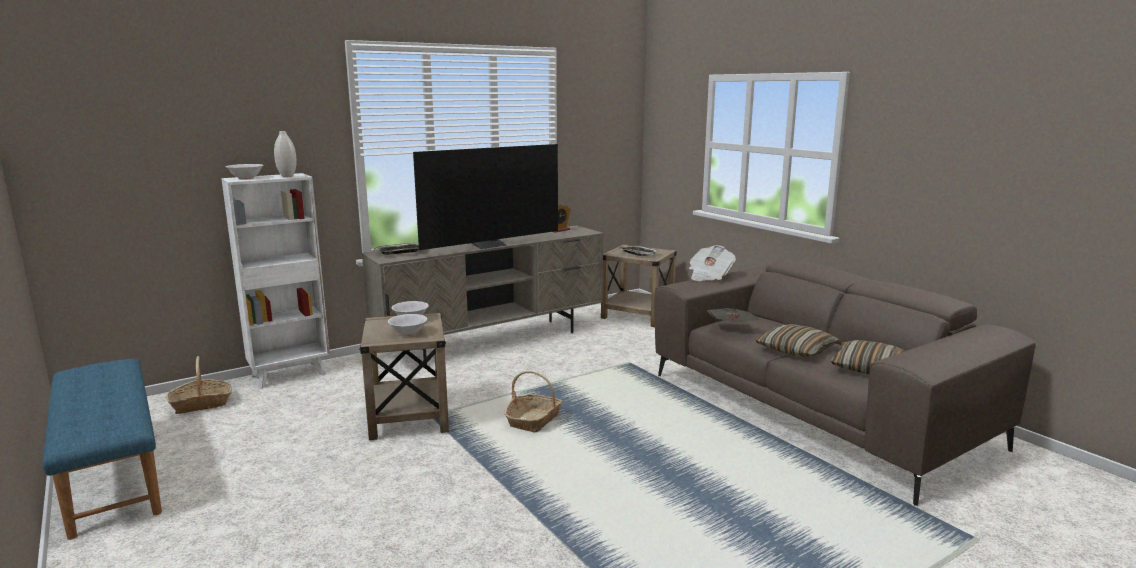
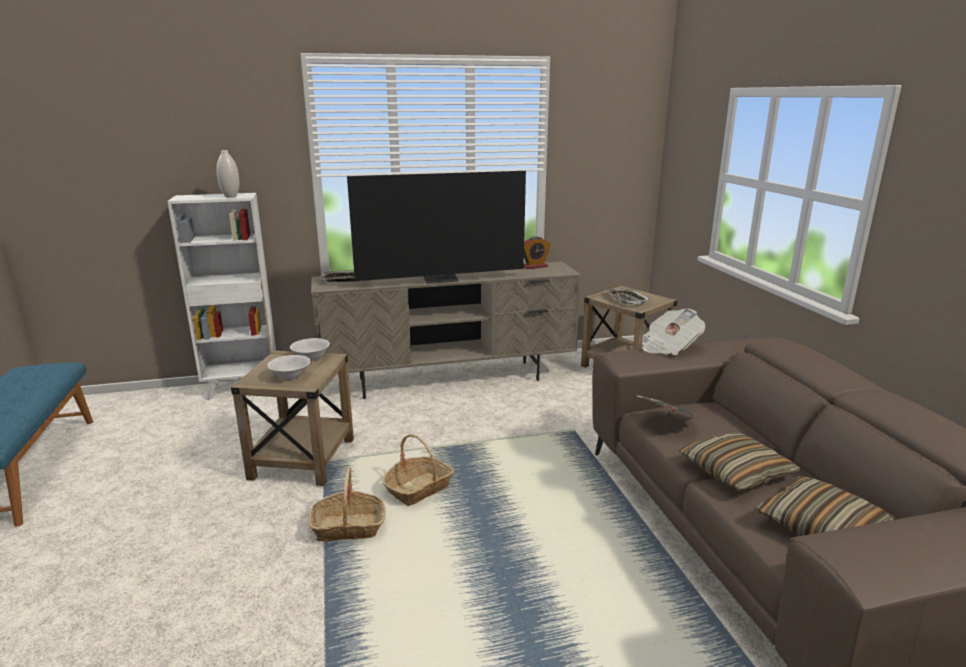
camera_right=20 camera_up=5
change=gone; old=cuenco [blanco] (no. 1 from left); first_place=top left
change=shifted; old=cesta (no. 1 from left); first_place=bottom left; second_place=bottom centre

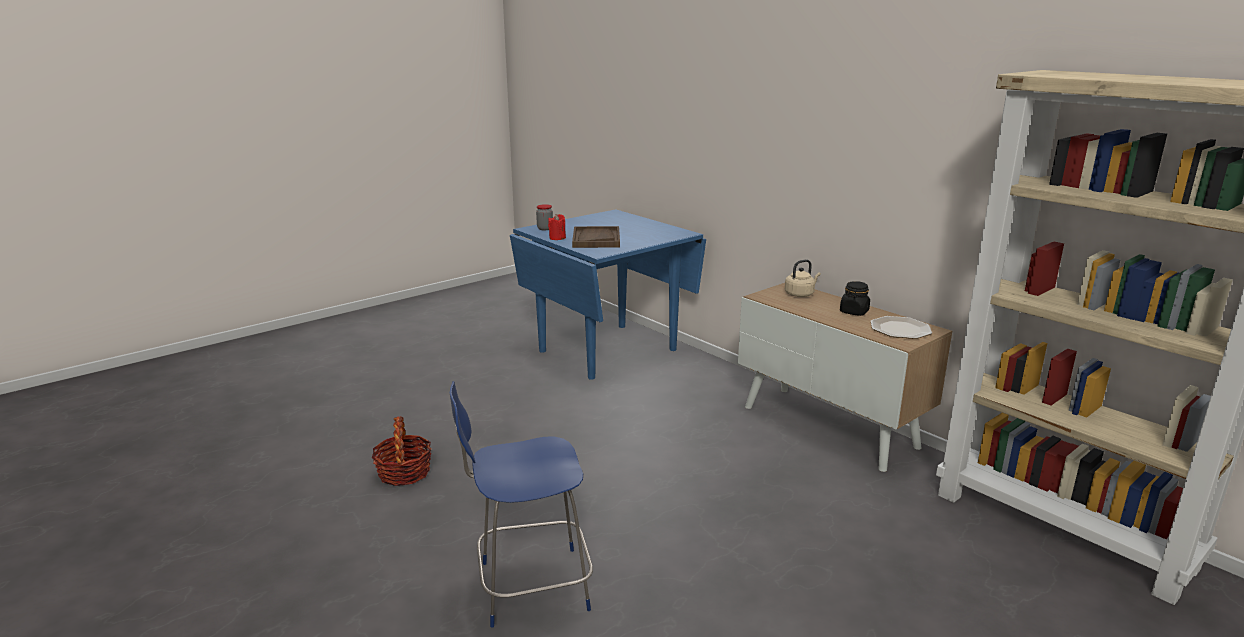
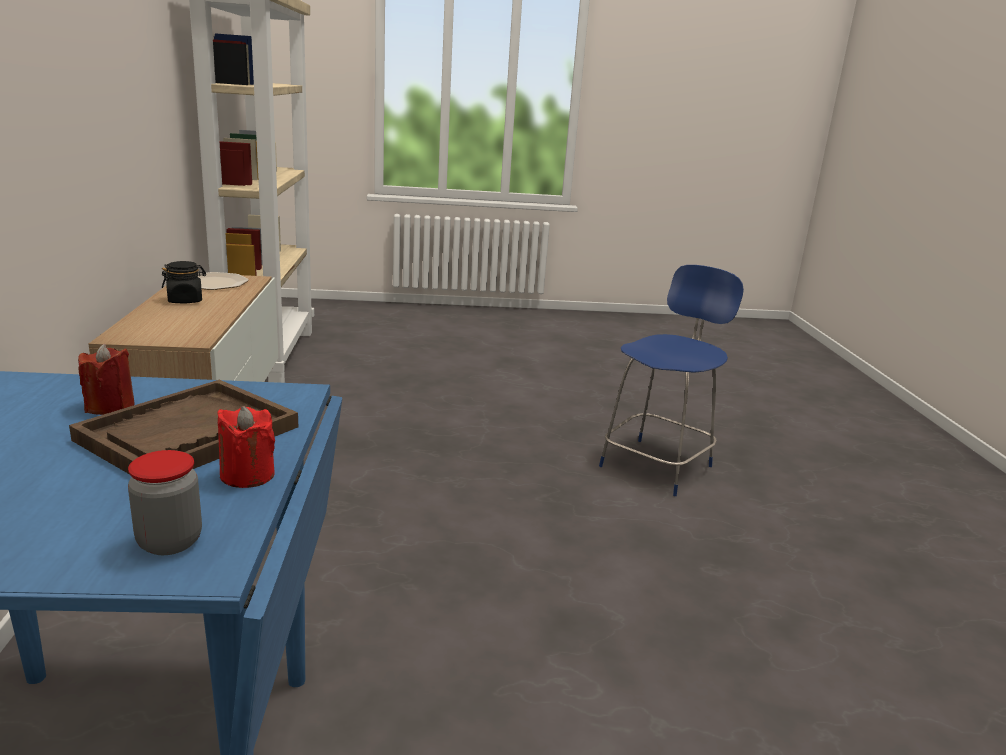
camera_right=-145 camera_up=0
change=gone; old=cesta; first_place=bottom left
change=gone; old=hervidor [beis]; first_place=centre
change=new; new=vela [rojo] (no. 1 from left); second_place=middle left
change=rotated; old=silla [azul]; first_place=bottom centre; second_place=middle right; degrees=-75

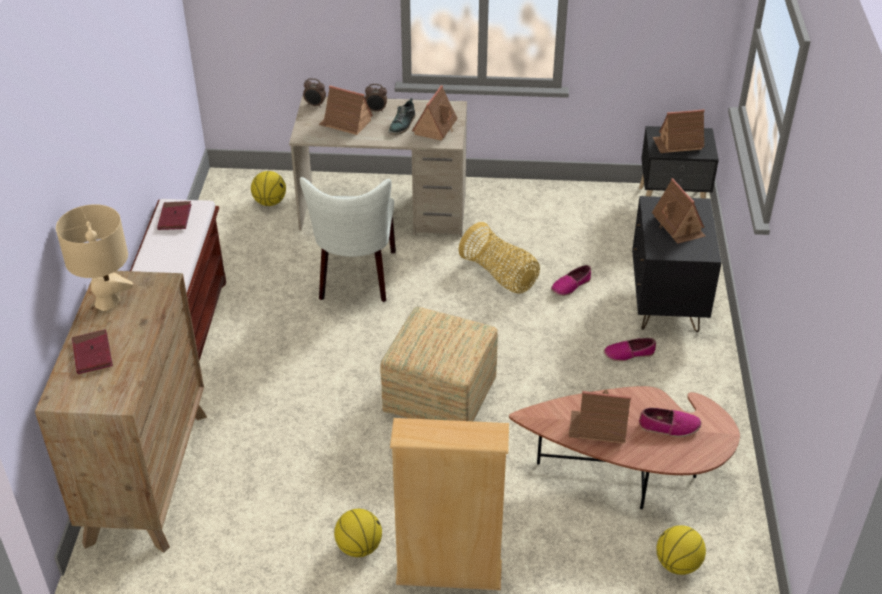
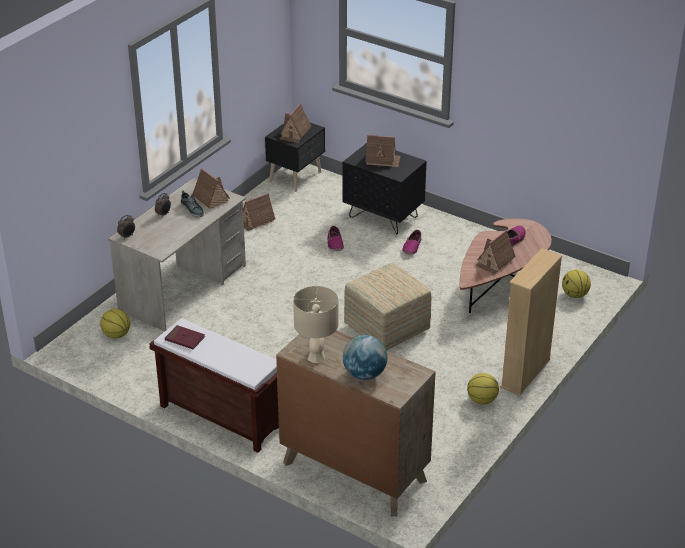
camera_right=-60 camera_up=-5
change=gone; old=silla [blanco]; first_place=centre
change=gone; old=cesta; first_place=centre
change=shifted; old=casita (no. 1 from left in the first image); new=casita (no. 2 from left); first_place=top centre; second_place=centre
change=swapped; old=libro [rojo] (no. 1 from left); new=globo terráqueo; first_place=middle left; second_place=centre

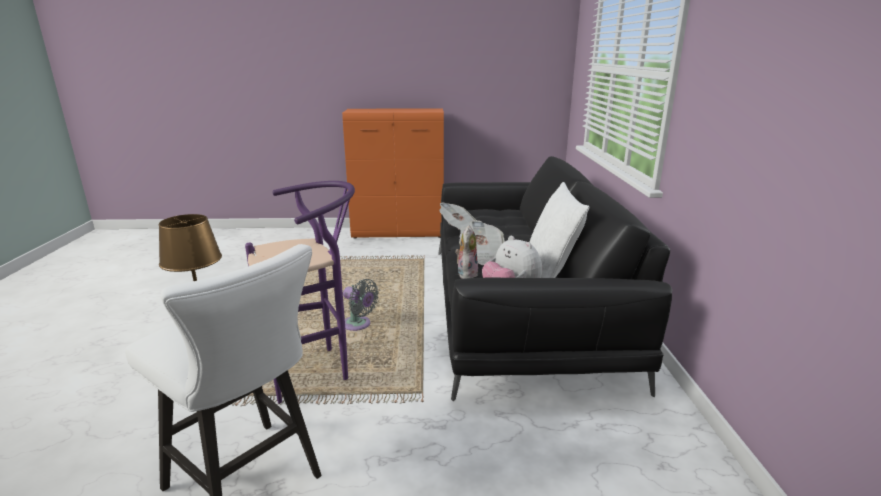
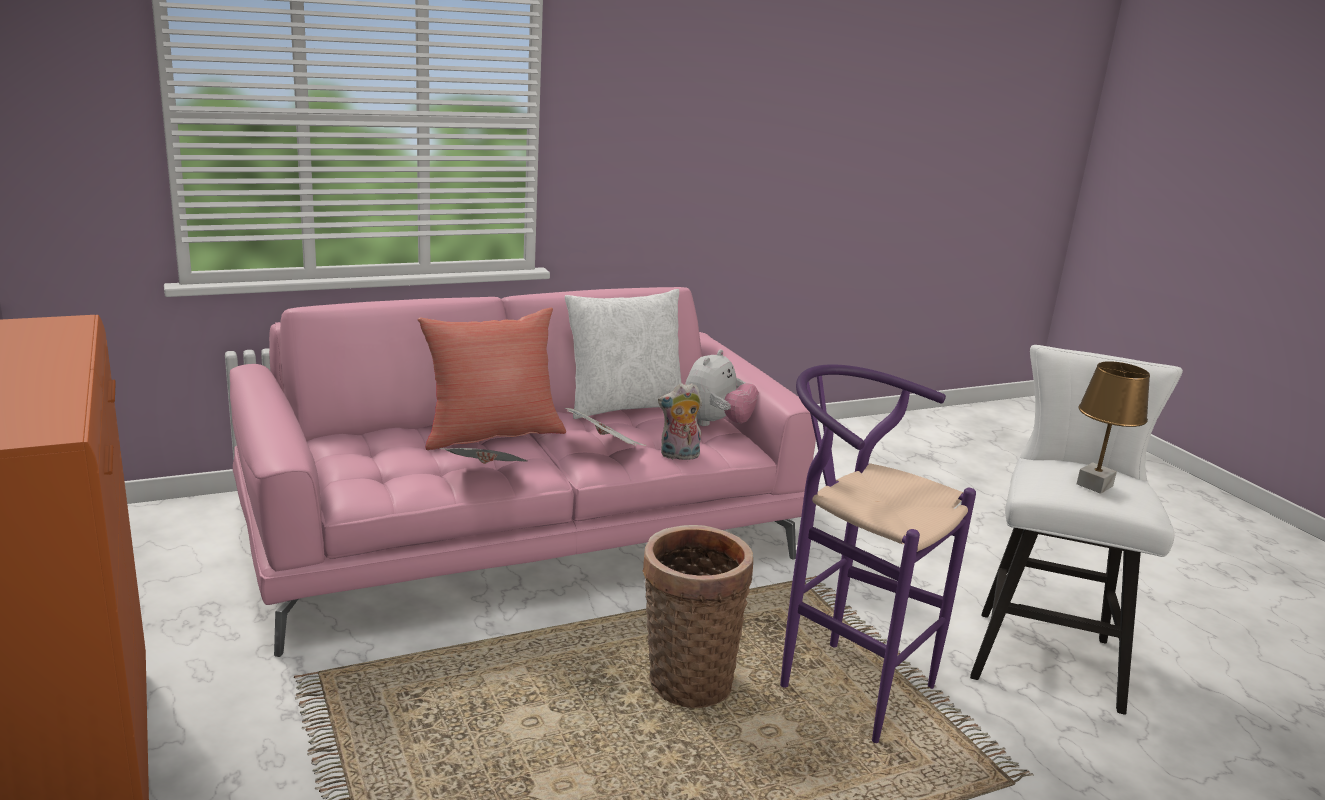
camera_right=-115 camera_up=0
change=new; new=cojín [rojo]; second_place=centre
change=swapped; old=ventilador [gris]; new=cesta; first_place=centre; second_place=bottom centre
change=repainted; old=sofá [negro]; new=sofá [rosa]; first_place=centre; second_place=centre

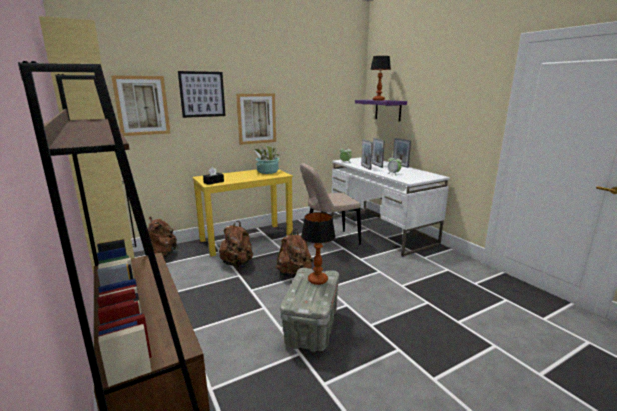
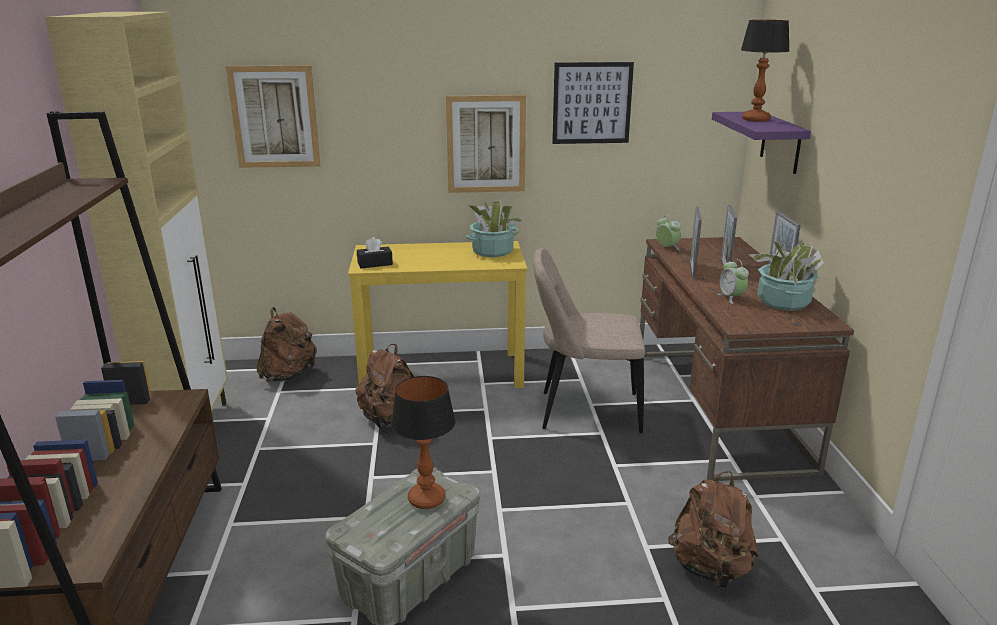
camera_right=25 camera_up=5
change=new; new=planta en maceta (no. 2 from left); second_place=middle right
change=shifted; old=cuadro (no. 2 from left in the first image); new=cuadro (no. 3 from left); first_place=top left; second_place=top centre
change=shifted; old=mochila [marrón] (no. 3 from left); first_place=centre; second_place=bottom right
change=repainted; old=escritorio [blanco]; new=escritorio [marrón]; first_place=centre; second_place=middle right

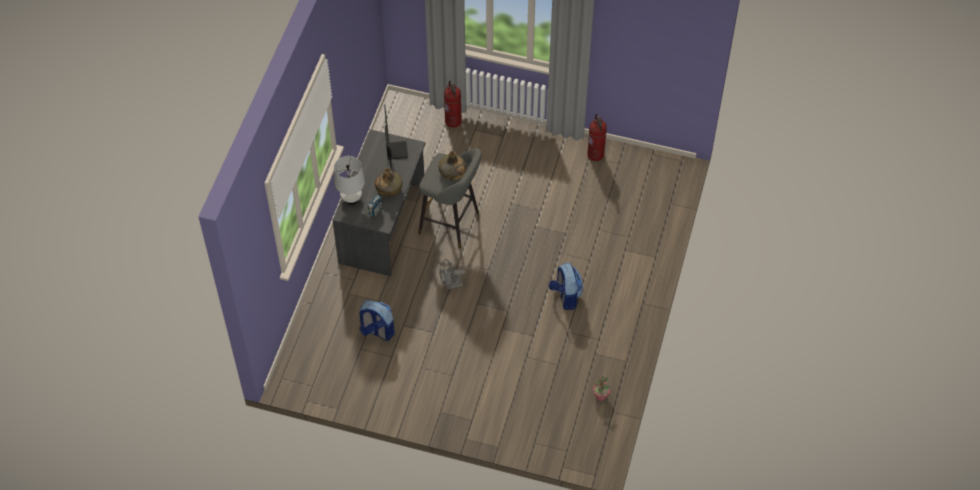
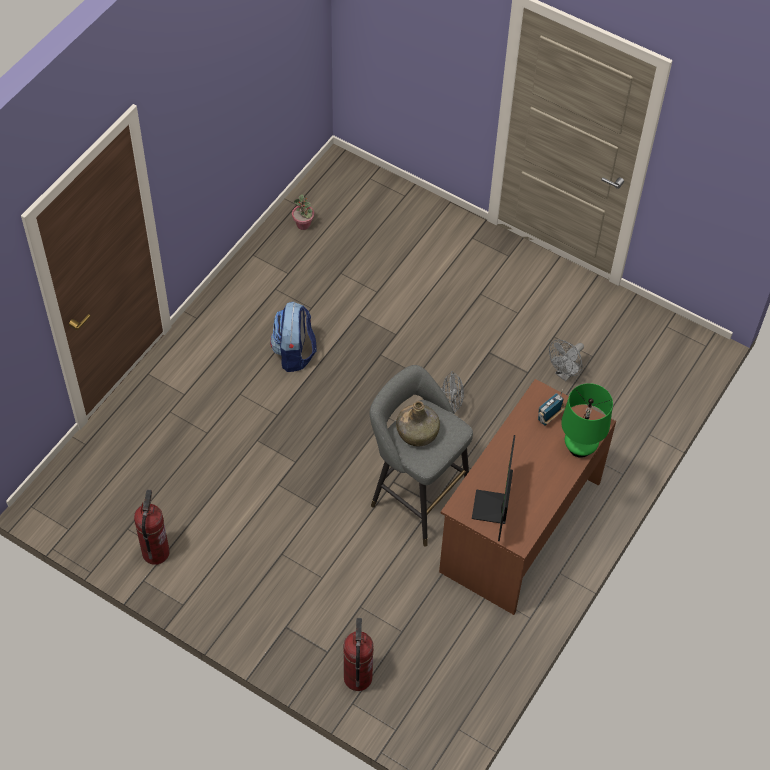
camera_right=-165 camera_up=0
change=gone; old=botella [verde] (no. 1 from left); first_place=centre
change=swapped; old=mochila (no. 1 from left); new=ventilador [gris] (no. 2 from left); first_place=centre; second_place=middle right
change=repainted; old=escritorio [gris]; new=escritorio [marrón]; first_place=centre; second_place=middle right
change=repainted; old=lámpara de mesa [blanco]; new=lámpara de mesa [verde]; first_place=centre; second_place=middle right

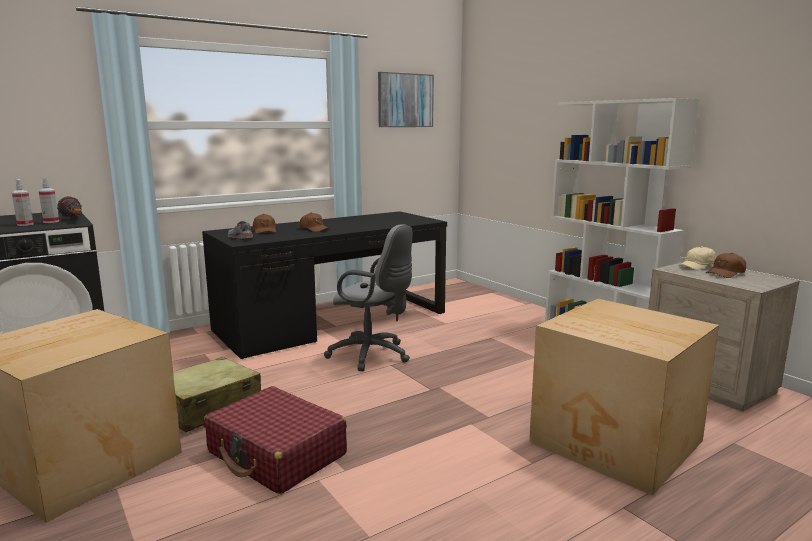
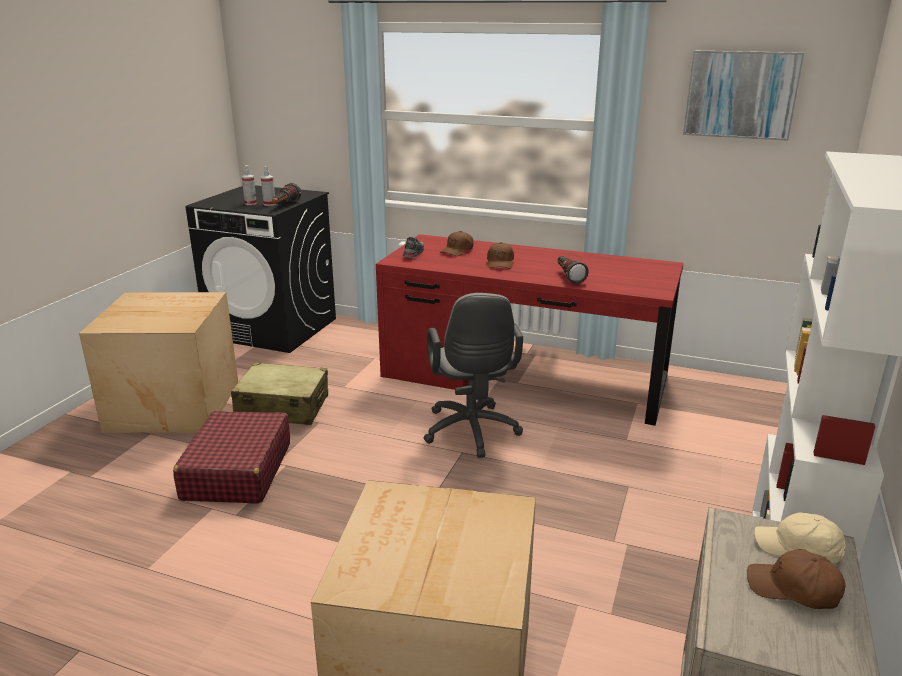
camera_right=55 camera_up=10
change=new; new=linterna (no. 2 from left); second_place=centre
change=repainted; old=escritorio [negro]; new=escritorio [rojo]; first_place=centre; second_place=centre

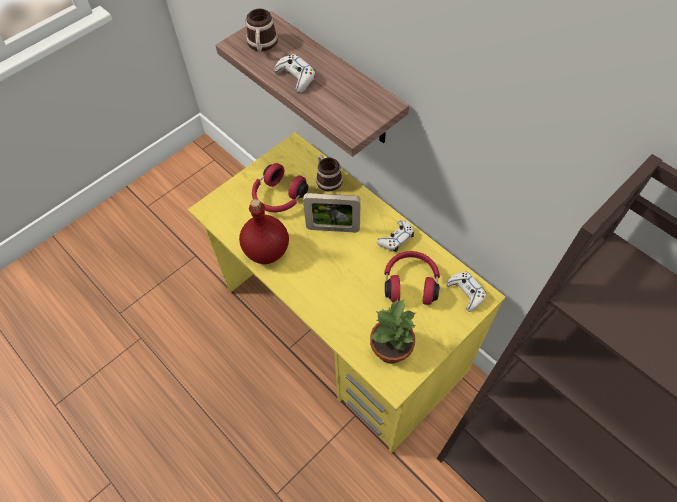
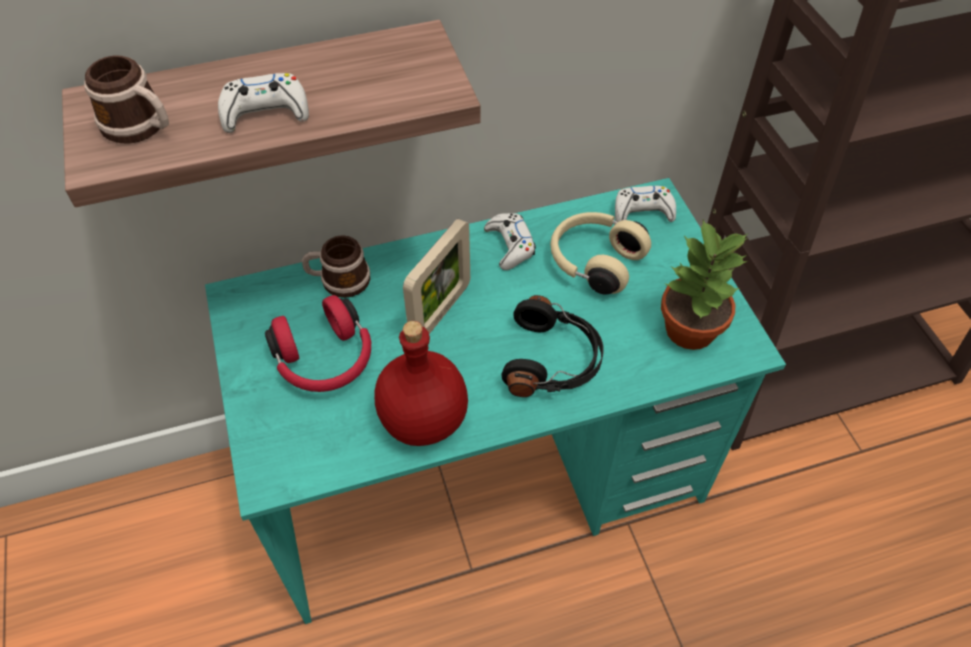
camera_right=-65 camera_up=-5
change=new; new=auriculares [negro]; second_place=centre
change=repainted; old=escritorio [amarillo]; new=escritorio [turquesa]; first_place=centre; second_place=centre
change=repainted; old=auriculares [rojo] (no. 2 from left); new=auriculares [beis]; first_place=centre; second_place=centre

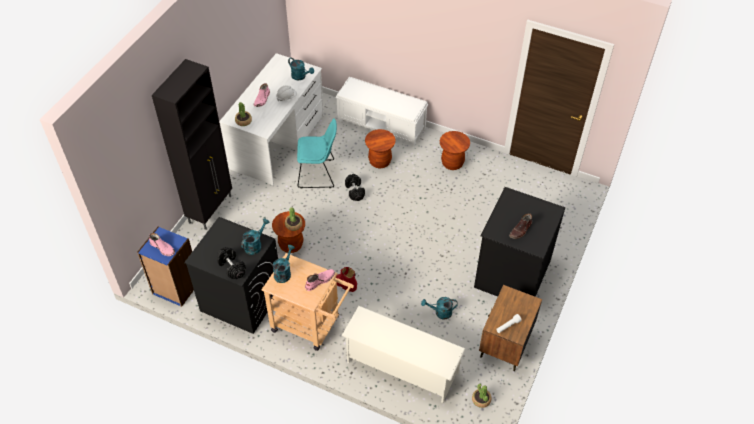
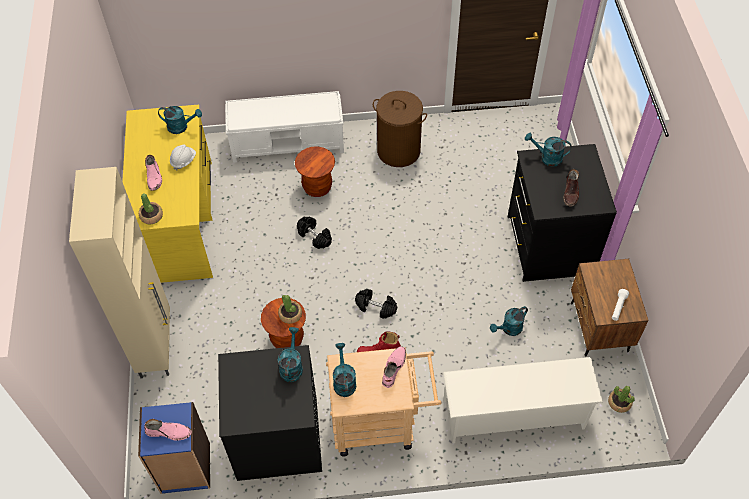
camera_right=-30 camera_up=5
change=gone; old=silla [turquesa]; first_place=centre
change=new; new=regadera [turquesa] (no. 5 from left); second_place=top right
change=shifted; old=mancuerna [negro] (no. 1 from left in the first image); new=mancuerna [negro] (no. 2 from left); first_place=middle left; second_place=centre
change=swapped; old=taburete [marrón] (no. 3 from left); new=cesto de la ropa [marrón]; first_place=centre; second_place=top centre
change=repainted; old=armario [negro]; new=armario [beis]; first_place=middle left; second_place=middle left
change=repainted; old=escritorio [blanco]; new=escritorio [amarillo]; first_place=top centre; second_place=middle left

